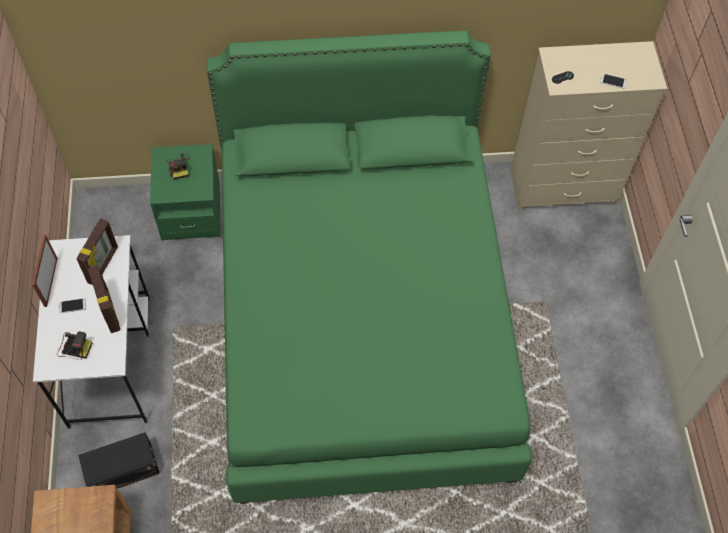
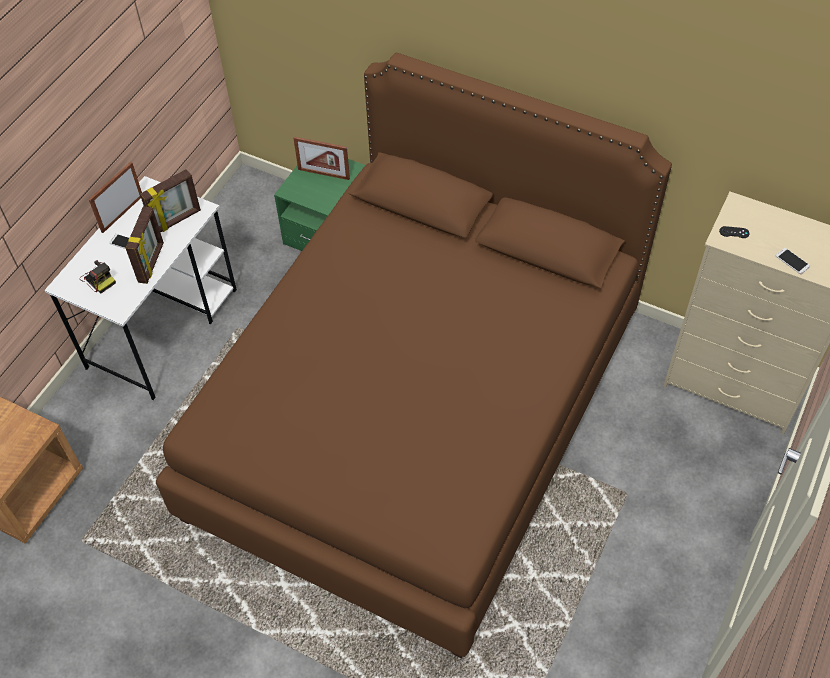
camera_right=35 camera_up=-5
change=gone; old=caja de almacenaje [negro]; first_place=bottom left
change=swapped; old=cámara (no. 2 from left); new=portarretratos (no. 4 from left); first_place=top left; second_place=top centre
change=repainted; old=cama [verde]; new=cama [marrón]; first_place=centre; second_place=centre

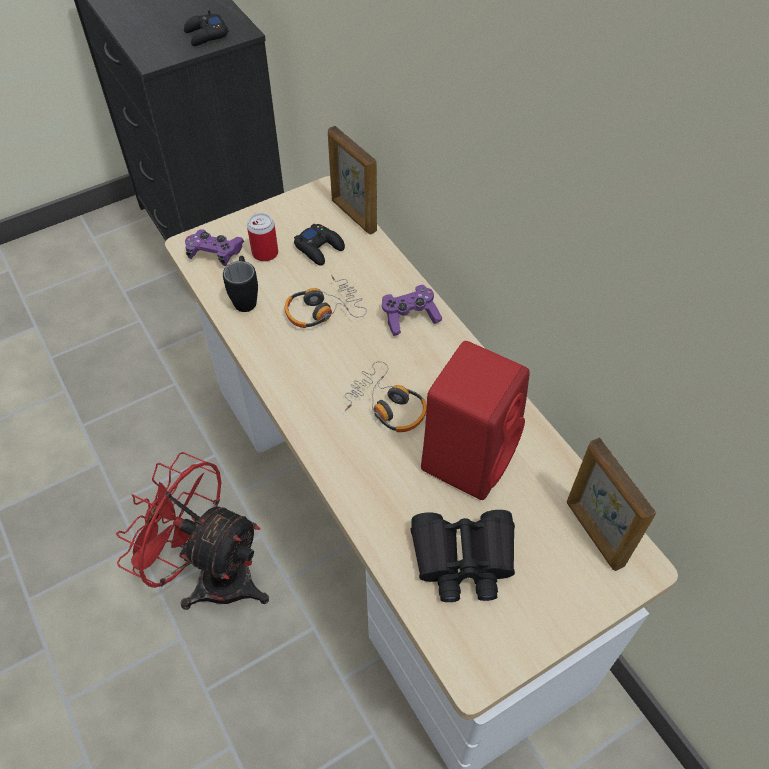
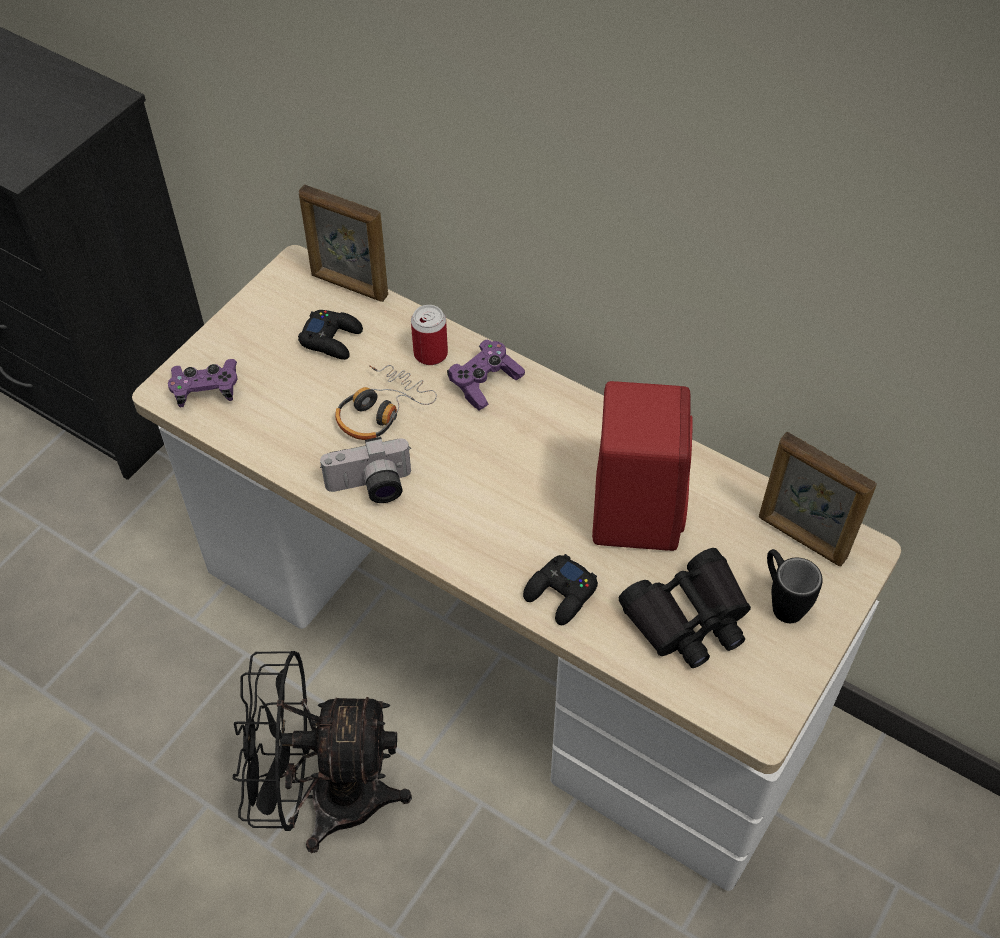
camera_right=-25 camera_up=0
change=gone; old=auriculares (no. 2 from left); first_place=centre
change=new; new=cámara; second_place=centre
change=shifted; old=mando de consola [negro] (no. 1 from left in the first image); new=mando de consola [negro] (no. 2 from left); first_place=top left; second_place=centre
change=shifted; old=taza grande [negro]; first_place=middle left; second_place=middle right
change=shifted; old=lata; first_place=top centre; second_place=centre
change=repainted; old=ventilador [rojo]; new=ventilador [negro]; first_place=bottom left; second_place=bottom left

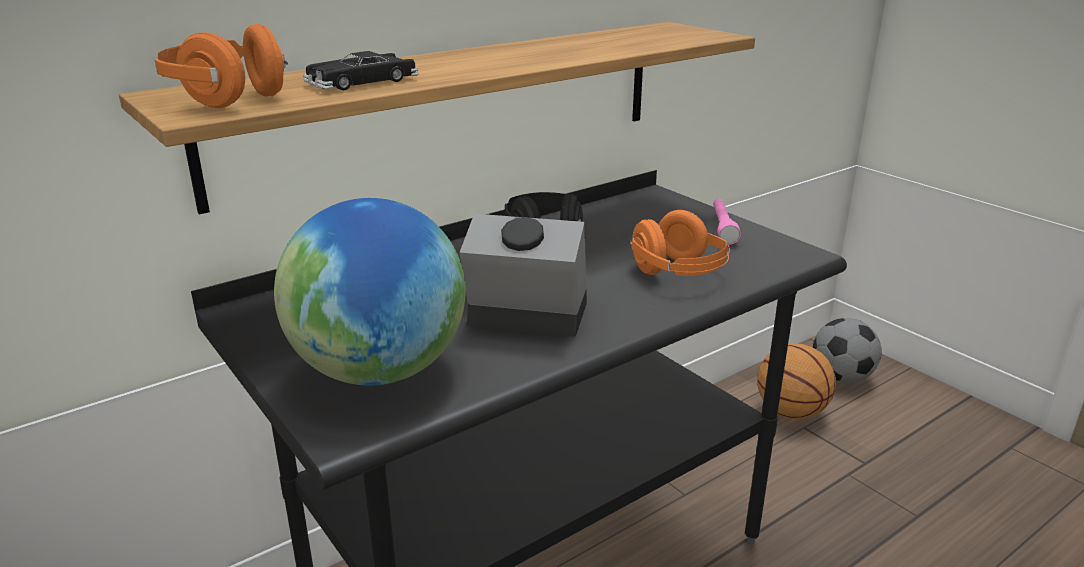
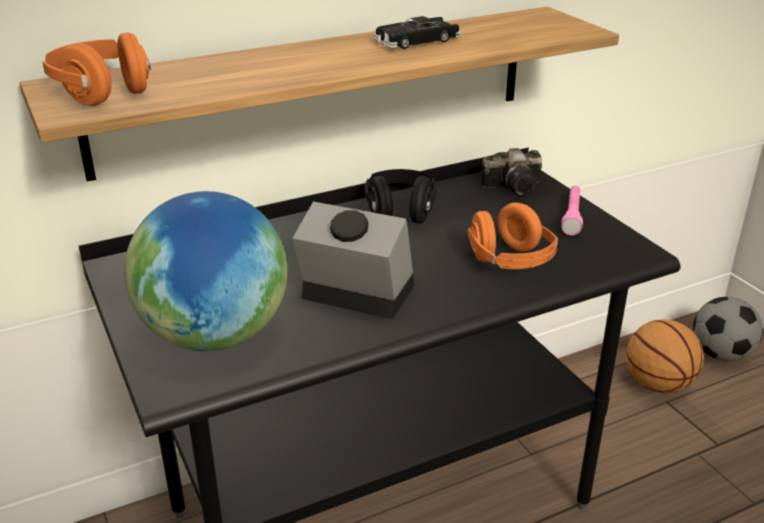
camera_right=10 camera_up=5
change=new; new=cámara; second_place=top right
change=shifted; old=coche de juguete [negro]; first_place=top left; second_place=top centre

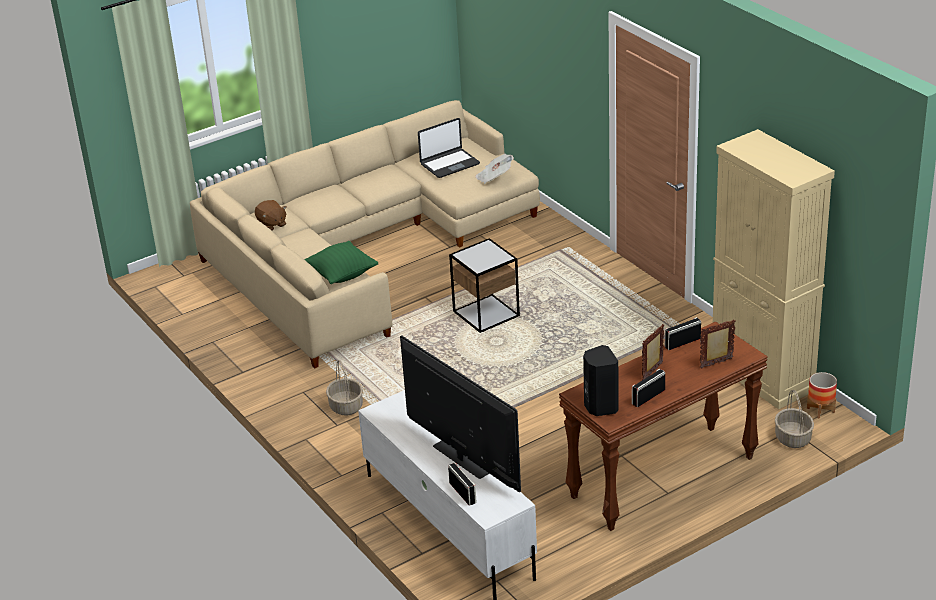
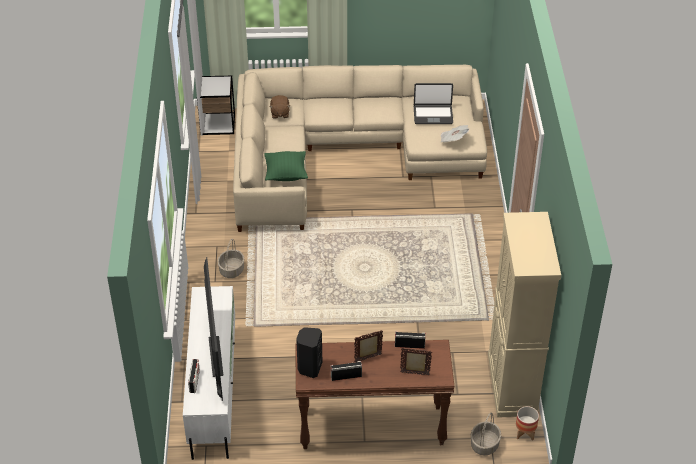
camera_right=30 camera_up=10
change=shifted; old=mesa auxiliar; first_place=centre; second_place=top left

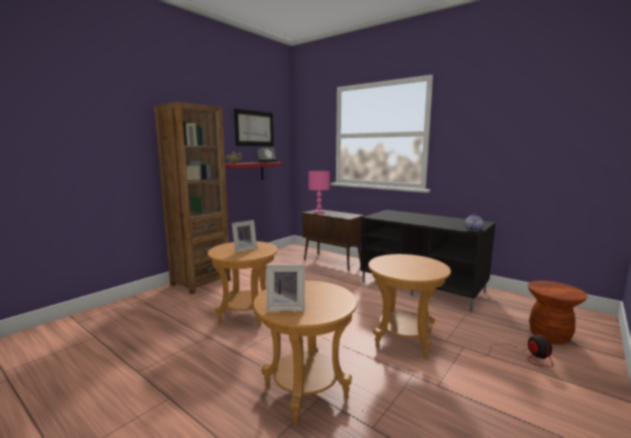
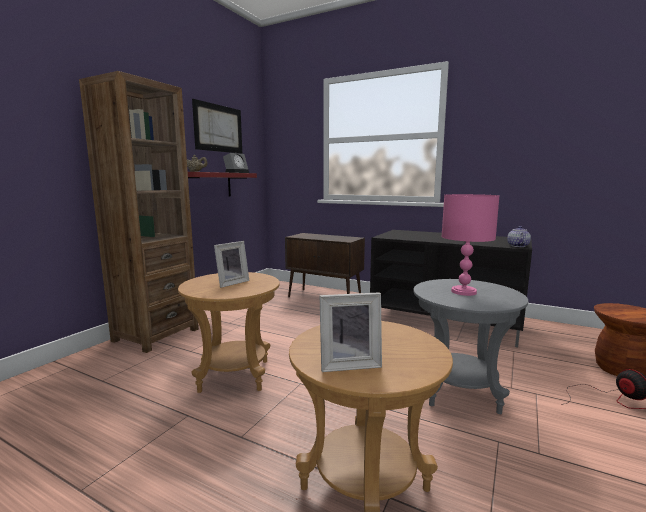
camera_right=-10 camera_up=0
change=shifted; old=lámpara de mesa [rosa]; first_place=centre; second_place=middle right
change=repainted; old=mesa auxiliar [marrón] (no. 3 from left); new=mesa auxiliar [gris]; first_place=bottom centre; second_place=bottom right

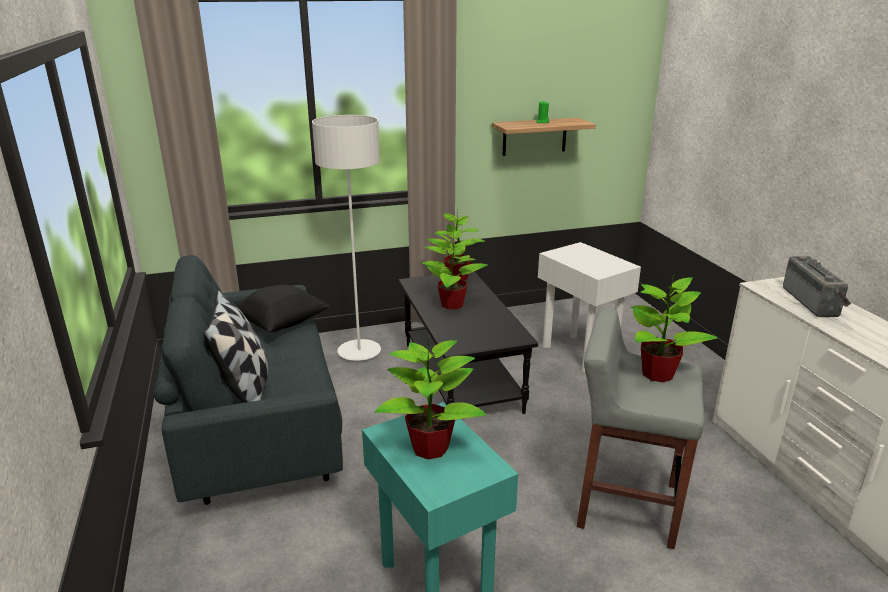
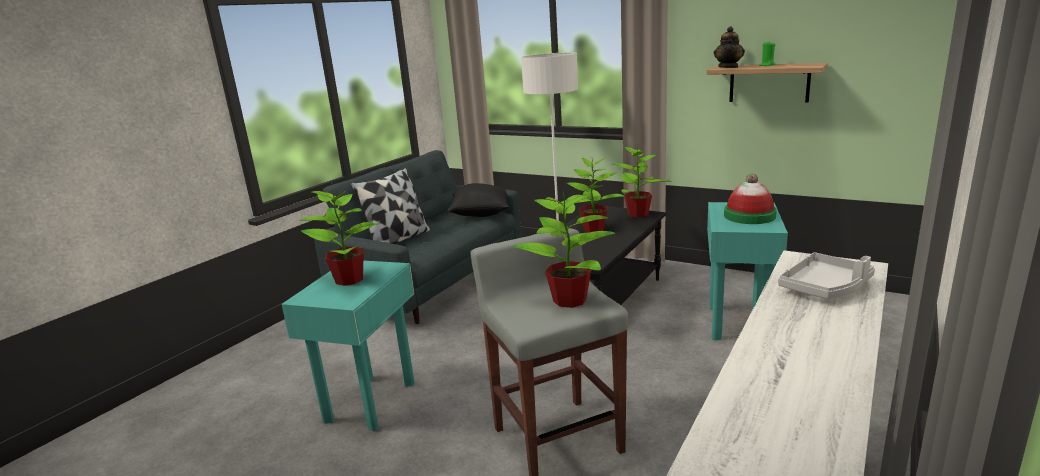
camera_right=50 camera_up=-5
change=new; new=tetera; second_place=top right
change=new; new=sombrero; second_place=middle right
change=swapped; old=radio; new=bandeja [gris]; first_place=middle right; second_place=middle right
change=repainted; old=mesa auxiliar [blanco]; new=mesa auxiliar [turquesa] (no. 2 from left); first_place=centre; second_place=middle right

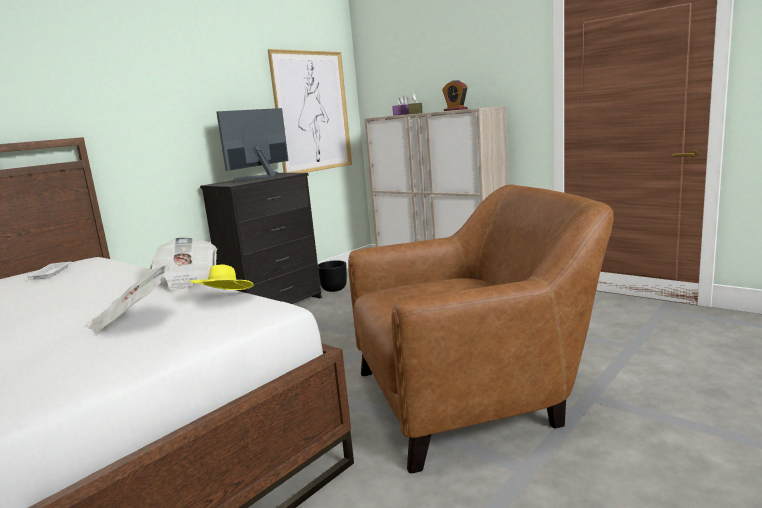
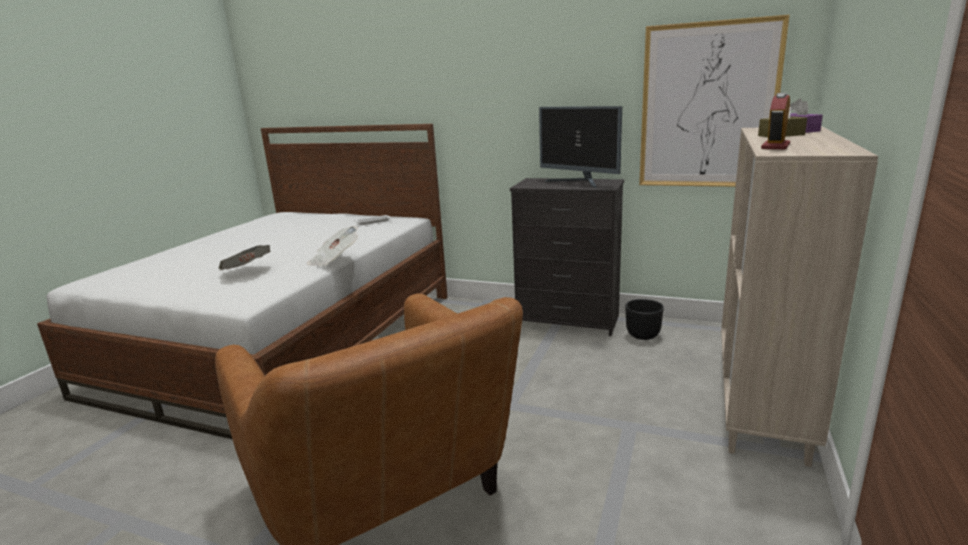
camera_right=70 camera_up=5
change=gone; old=sombrero [amarillo]; first_place=middle left
change=rotated; old=monitor; first_place=top left; second_place=top centre; degrees=-150

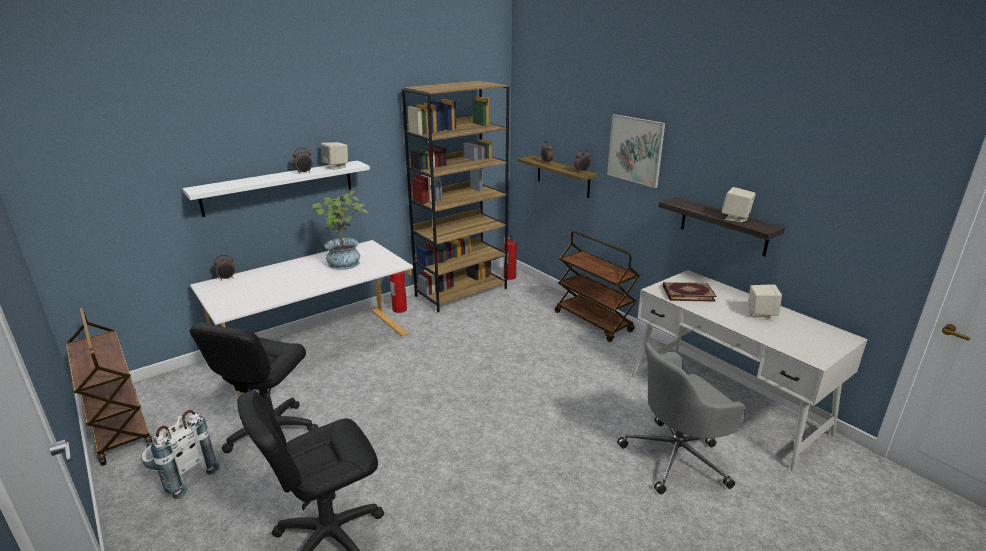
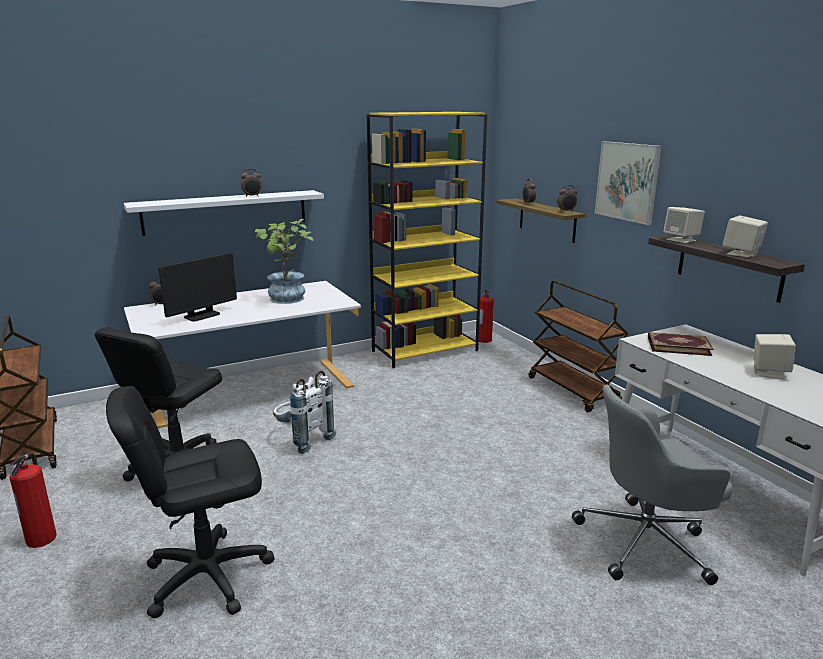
camera_right=10 camera_up=-5
change=new; new=monitor; second_place=middle left
change=shifted; old=mochila [blanco]; first_place=bottom left; second_place=centre
change=shifted; old=altavoz [beis] (no. 1 from left); first_place=top centre; second_place=middle right
change=shifted; old=extintor (no. 1 from left); first_place=centre; second_place=bottom left
change=repainted; old=estantería [marrón]; new=estantería [amarillo]; first_place=centre; second_place=centre

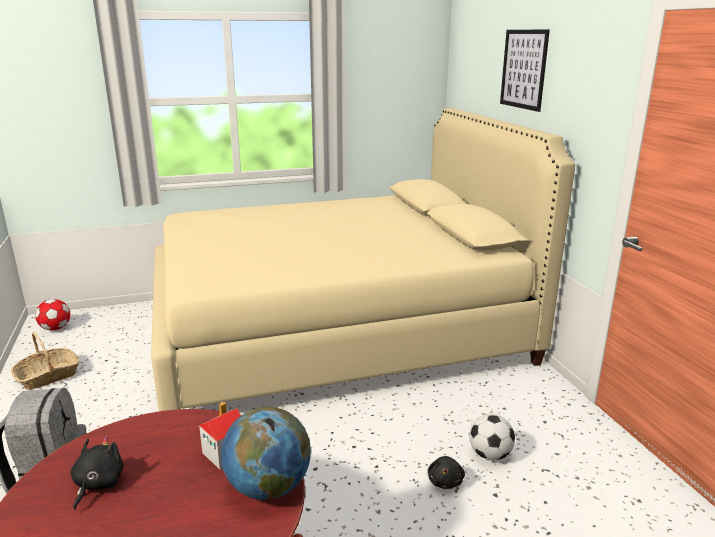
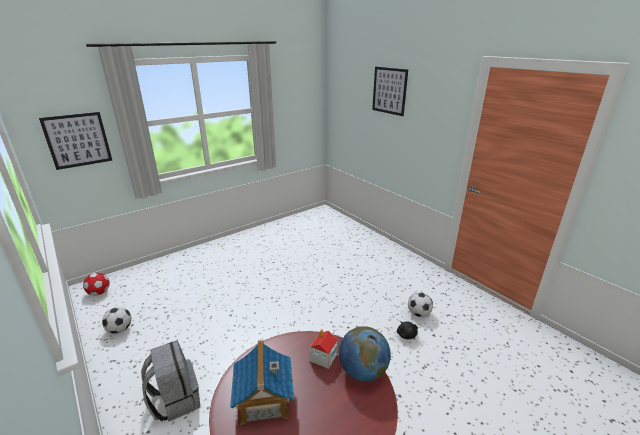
camera_right=-20 camera_up=5
change=gone; old=cama [beis]; first_place=centre
change=new; new=cuadro (no. 1 from left); second_place=top left
change=swapped; old=cesta; new=balón de fútbol (no. 2 from left); first_place=bottom left; second_place=bottom left
change=swapped; old=peluche [negro] (no. 1 from left); new=casita (no. 1 from left); first_place=bottom left; second_place=bottom centre

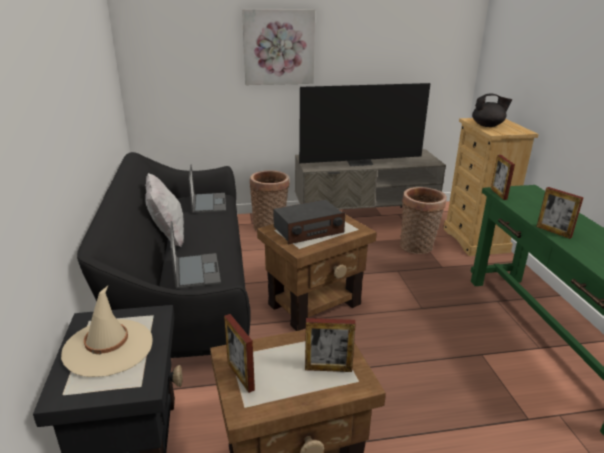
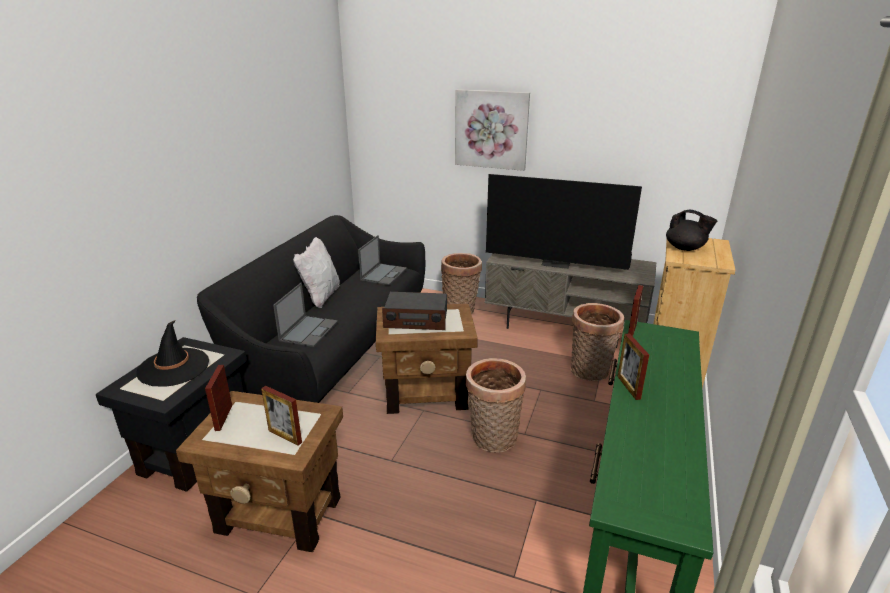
camera_right=30 camera_up=0
change=new; new=cesta (no. 2 from left); second_place=bottom centre
change=repainted; old=sombrero [beis]; new=sombrero [negro]; first_place=bottom left; second_place=middle left

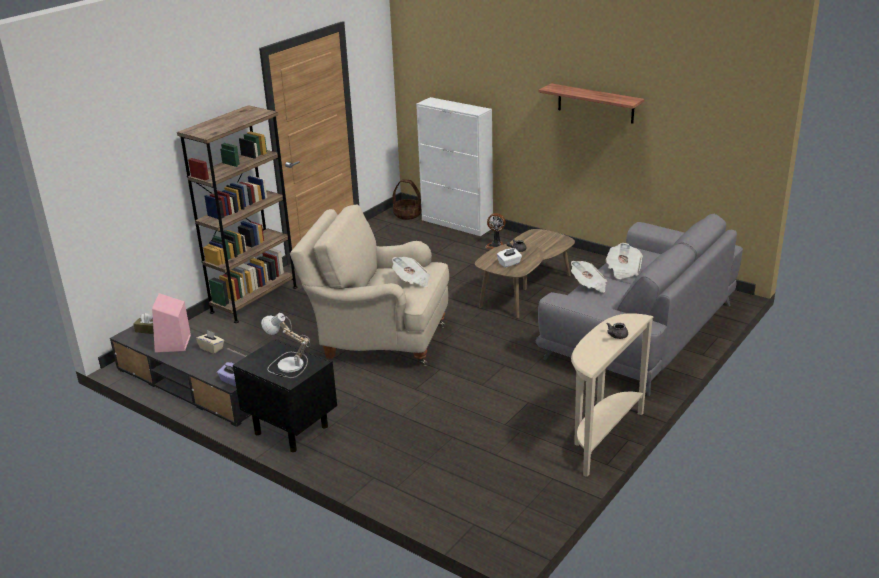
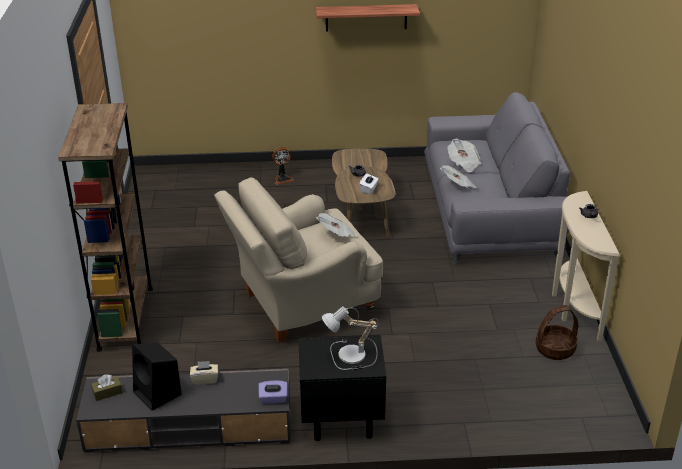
camera_right=-40 camera_up=5
change=gone; old=armario [blanco]; first_place=top centre
change=shifted; old=cesta; first_place=centre; second_place=bottom right
change=repainted; old=altavoz [rosa]; new=altavoz [negro]; first_place=middle left; second_place=bottom left

